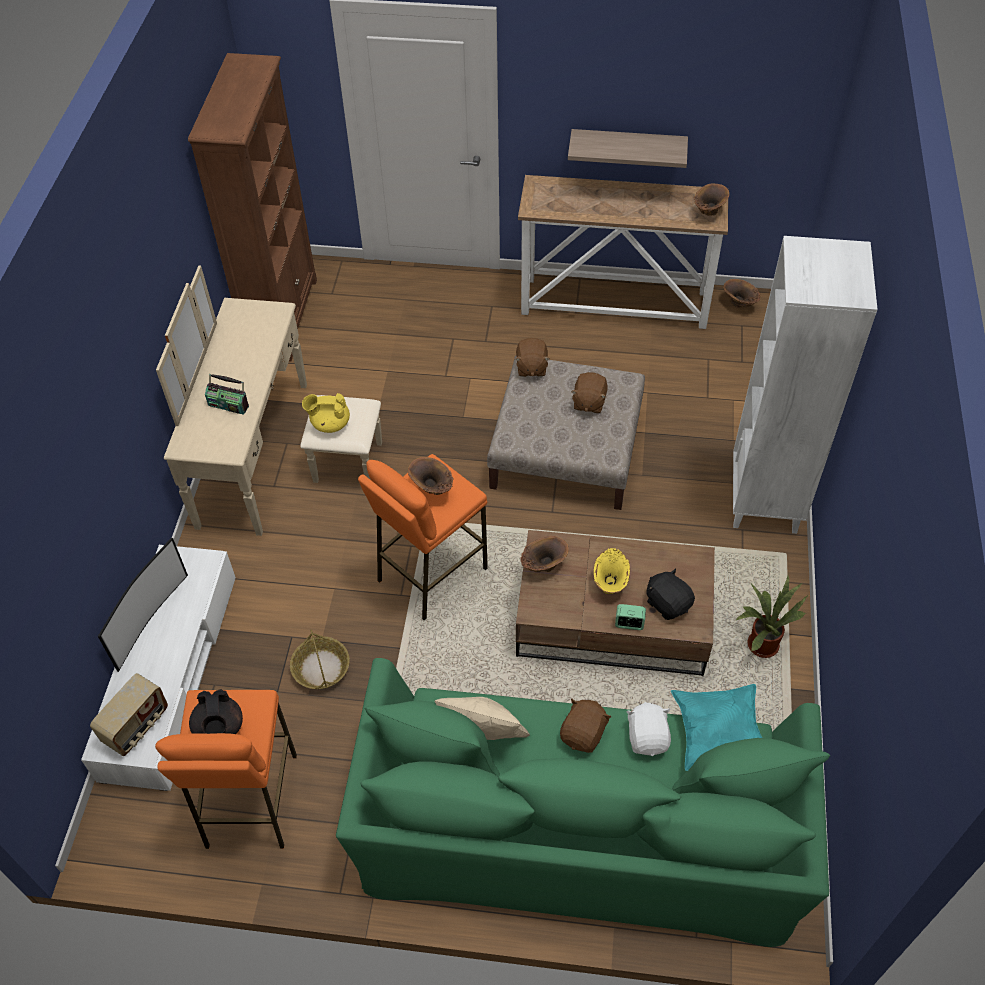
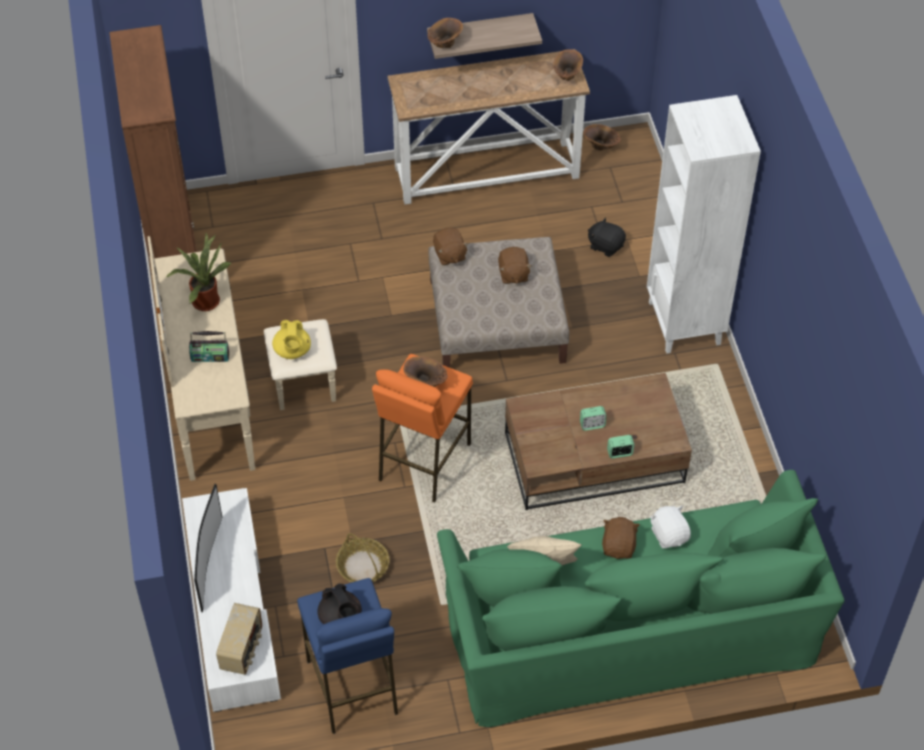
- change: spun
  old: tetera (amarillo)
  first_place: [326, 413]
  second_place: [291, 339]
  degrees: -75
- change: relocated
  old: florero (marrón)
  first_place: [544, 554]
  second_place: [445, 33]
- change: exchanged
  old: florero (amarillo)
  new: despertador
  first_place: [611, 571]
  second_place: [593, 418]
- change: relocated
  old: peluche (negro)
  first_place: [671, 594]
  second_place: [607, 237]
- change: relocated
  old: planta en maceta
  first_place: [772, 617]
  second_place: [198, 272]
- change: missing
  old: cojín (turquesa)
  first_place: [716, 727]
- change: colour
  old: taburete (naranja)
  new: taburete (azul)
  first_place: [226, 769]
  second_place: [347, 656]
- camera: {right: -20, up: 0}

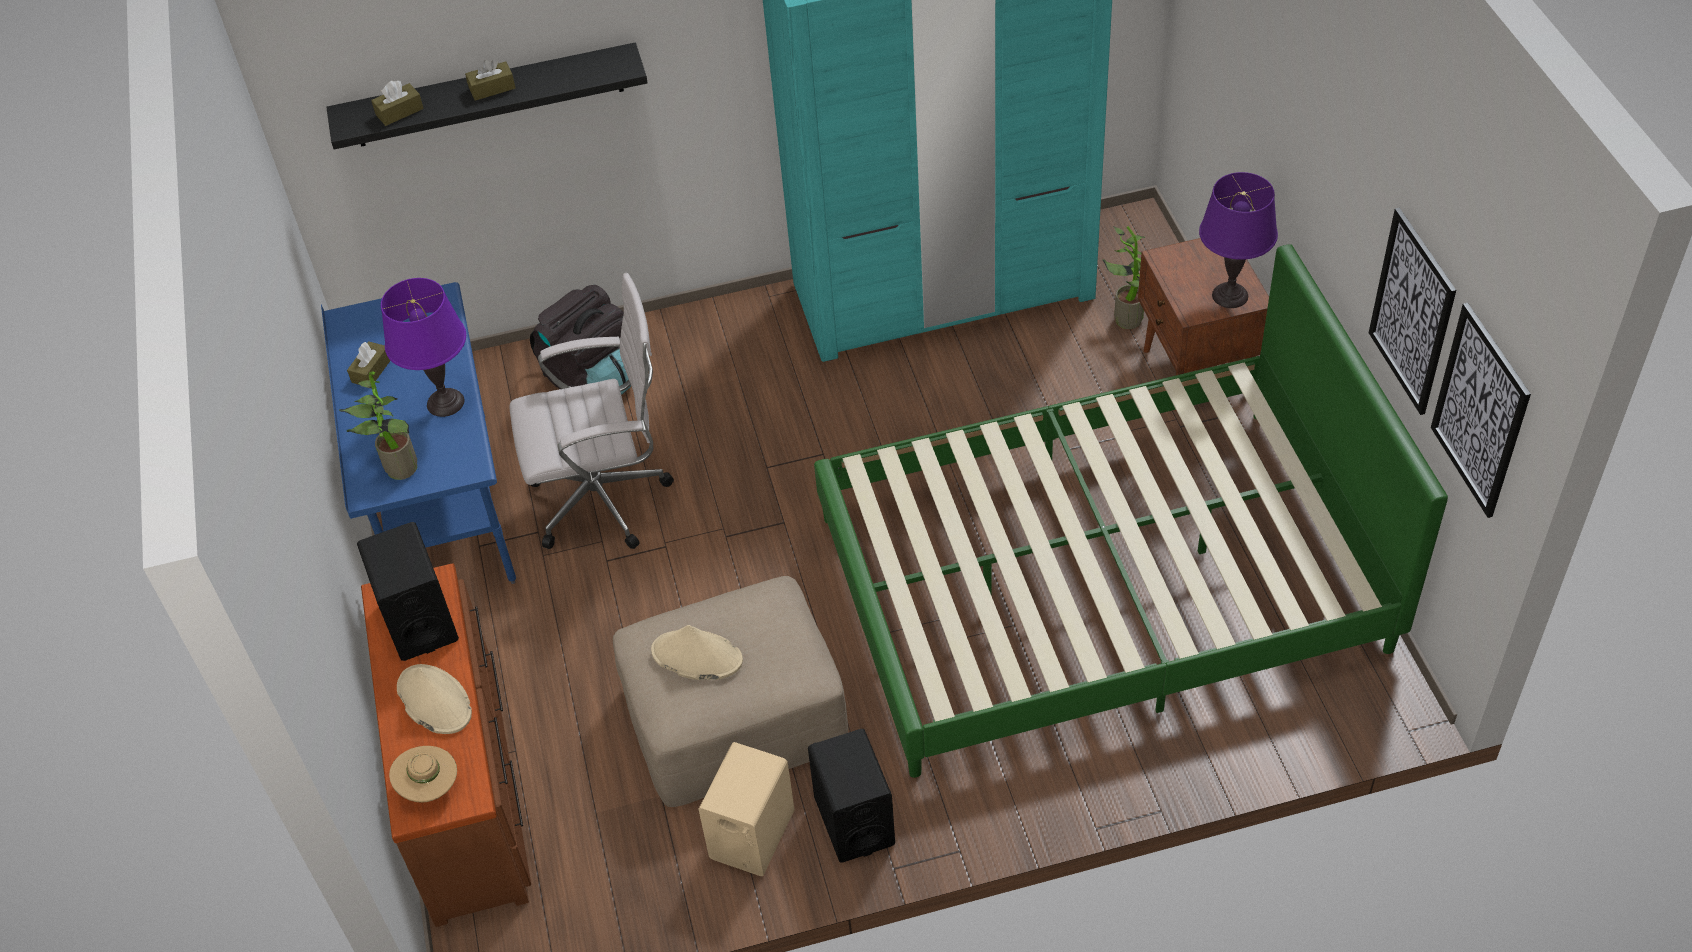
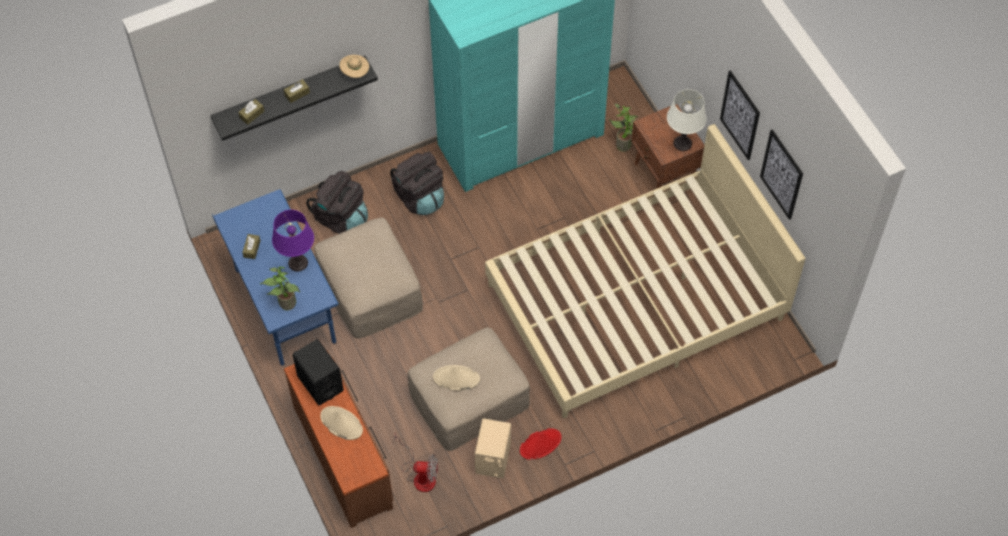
- change: colour
  old: lámpara de mesa (morado)
  new: lámpara de mesa (blanco)
  first_place: [1238, 240]
  second_place: [687, 120]
- change: colour
  old: cama (verde)
  new: cama (beis)
  first_place: [1131, 511]
  second_place: [645, 271]
- change: exchanged
  old: silla de oficina (blanco)
  new: puf (beis)
  first_place: [592, 411]
  second_place: [368, 277]
- change: relocated
  old: cuadro
  first_place: [1481, 410]
  second_place: [740, 115]
- change: exchanged
  old: altavoz (negro)
  new: sombrero (rojo)
  first_place: [851, 796]
  second_place: [540, 444]
- change: relocated
  old: sombrero (beis)
  first_place: [423, 774]
  second_place: [354, 66]
- change: appeared
  new: mochila (negro)
  second_place: [417, 183]
- change: appeared
  new: ventilador
  second_place: [416, 463]
- camera: {right: -15, up: 10}

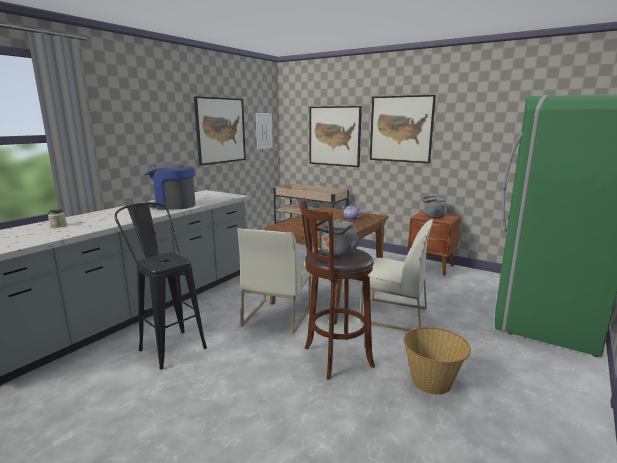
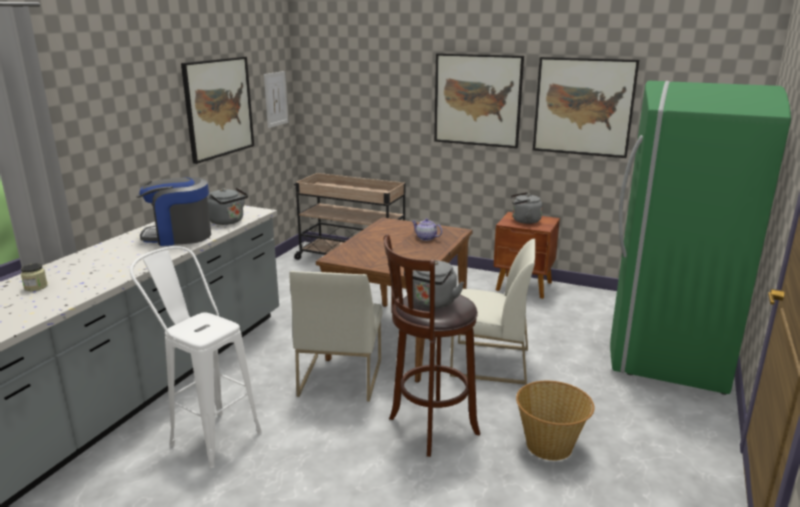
- change: relocated
  old: cuadro
  first_place: [336, 136]
  second_place: [586, 107]
- change: colour
  old: taburete (negro)
  new: taburete (blanco)
  first_place: [160, 285]
  second_place: [196, 357]
- change: appeared
  new: hervidor (gris)
  second_place: [227, 206]
- camera: {right: -10, up: 5}

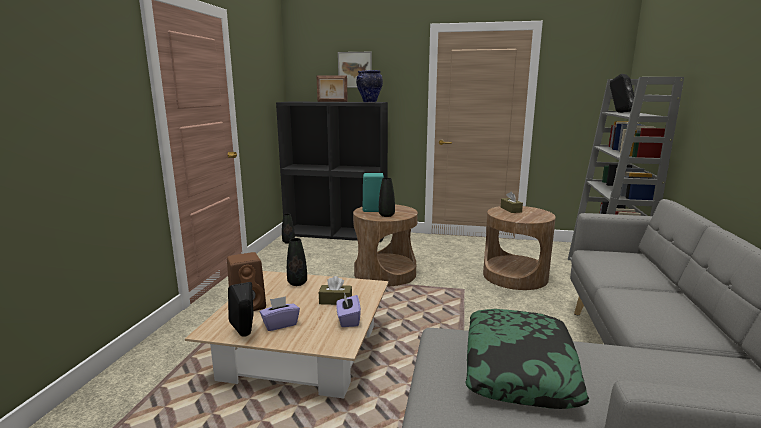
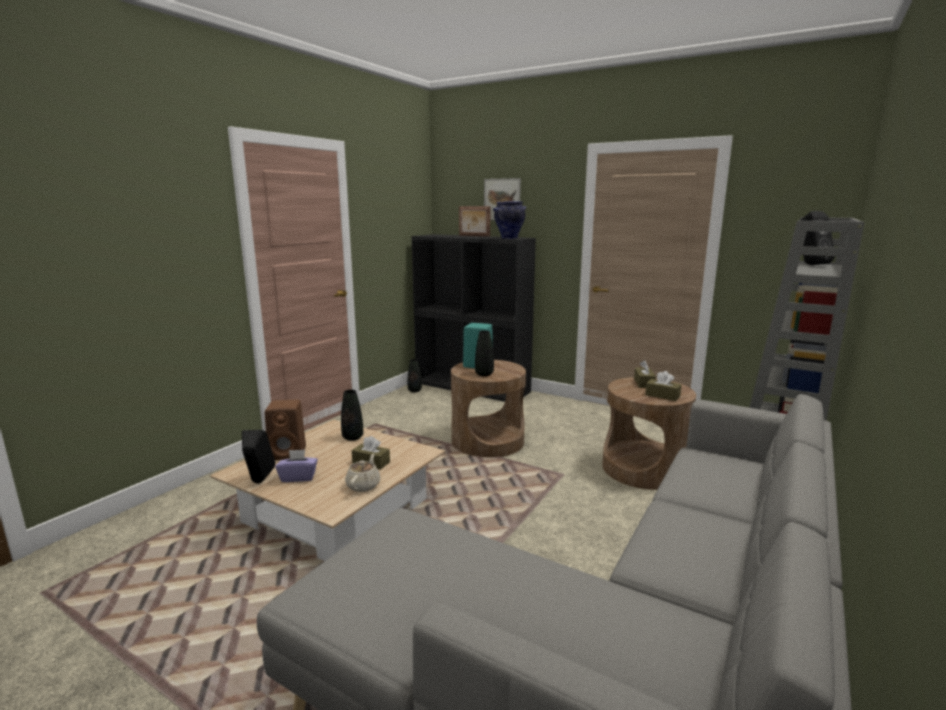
- change: exchanged
  old: caja de pañuelos (morado)
  new: tetera (beis)
  first_place: [348, 309]
  second_place: [363, 473]
- change: missing
  old: cojín
  first_place: [527, 359]
- change: appeared
  new: caja de pañuelos (marrón)
  second_place: [663, 386]
- camera: {right: 20, up: 0}

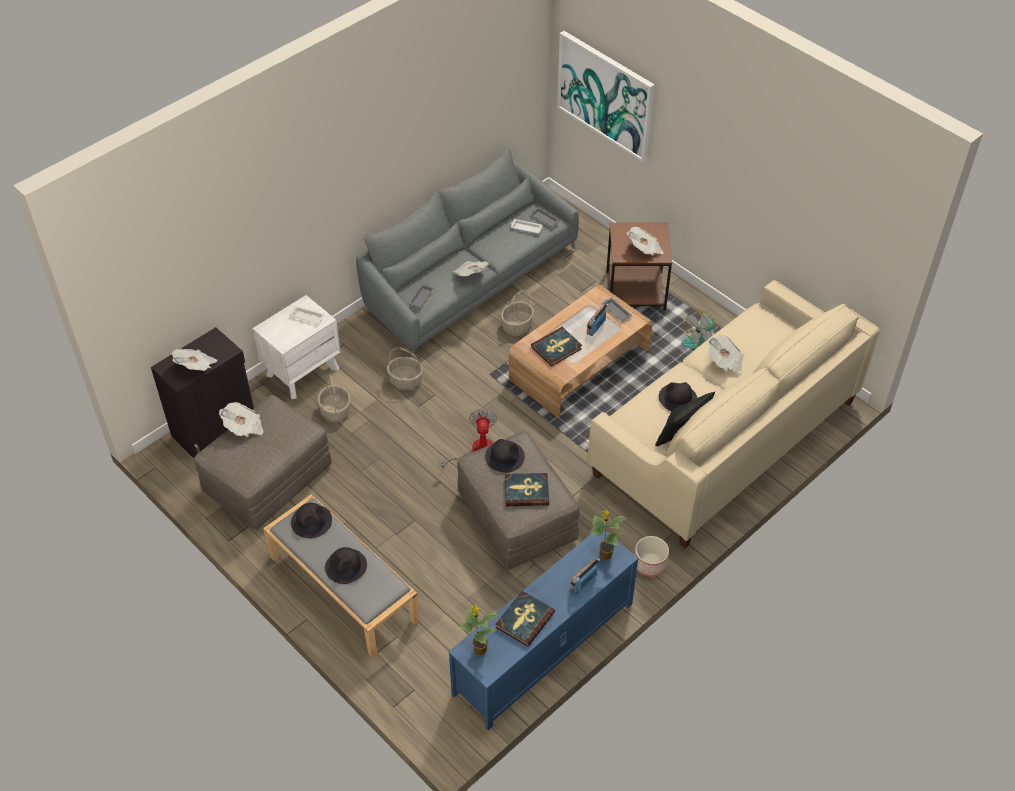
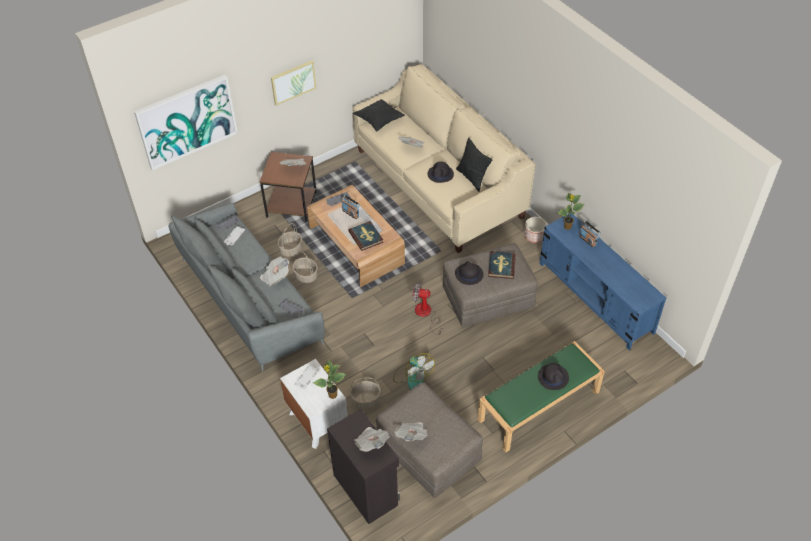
- change: relocated
  old: ventilador
  first_place: [700, 329]
  second_place: [414, 371]
- change: relocated
  old: cesta
  first_place: [405, 368]
  second_place: [289, 240]
- change: colour
  old: banco (gris)
  new: banco (verde)
  first_place: [341, 576]
  second_place: [541, 396]
- change: missing
  old: sombrero (negro)
  first_place: [311, 520]
- change: missing
  old: libro
  first_place: [525, 619]
- change: relocated
  old: planta en maceta
  first_place: [479, 630]
  second_place: [329, 379]
- change: appeared
  new: cuadro
  second_place: [293, 83]
- change: appeared
  new: cojín (negro)
  second_place: [379, 115]
- camera: {right: -80, up: 0}

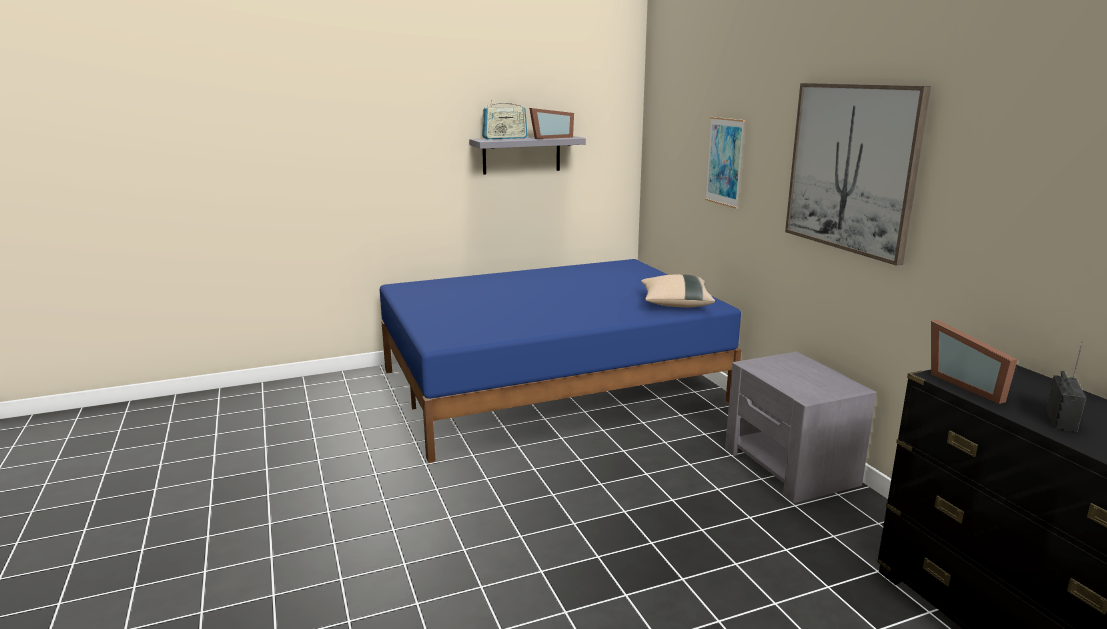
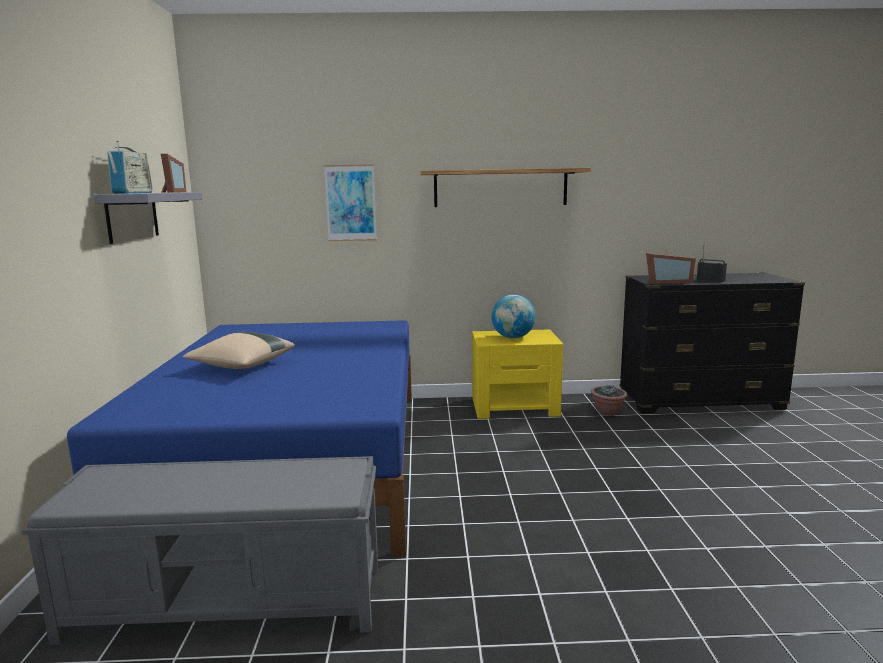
- change: exchanged
  old: cuadro
  new: estante
  first_place: [858, 174]
  second_place: [506, 187]
- change: relocated
  old: cojín (beis)
  first_place: [678, 290]
  second_place: [239, 350]
- change: colour
  old: mesita de noche (gris)
  new: mesita de noche (amarillo)
  first_place: [800, 427]
  second_place: [517, 374]
- change: appeared
  new: globo terráqueo
  second_place: [513, 317]
- change: appeared
  new: planta en maceta
  second_place: [609, 400]
- change: appeared
  new: banco (gris)
  second_place: [200, 550]
- camera: {right: -70, up: -5}

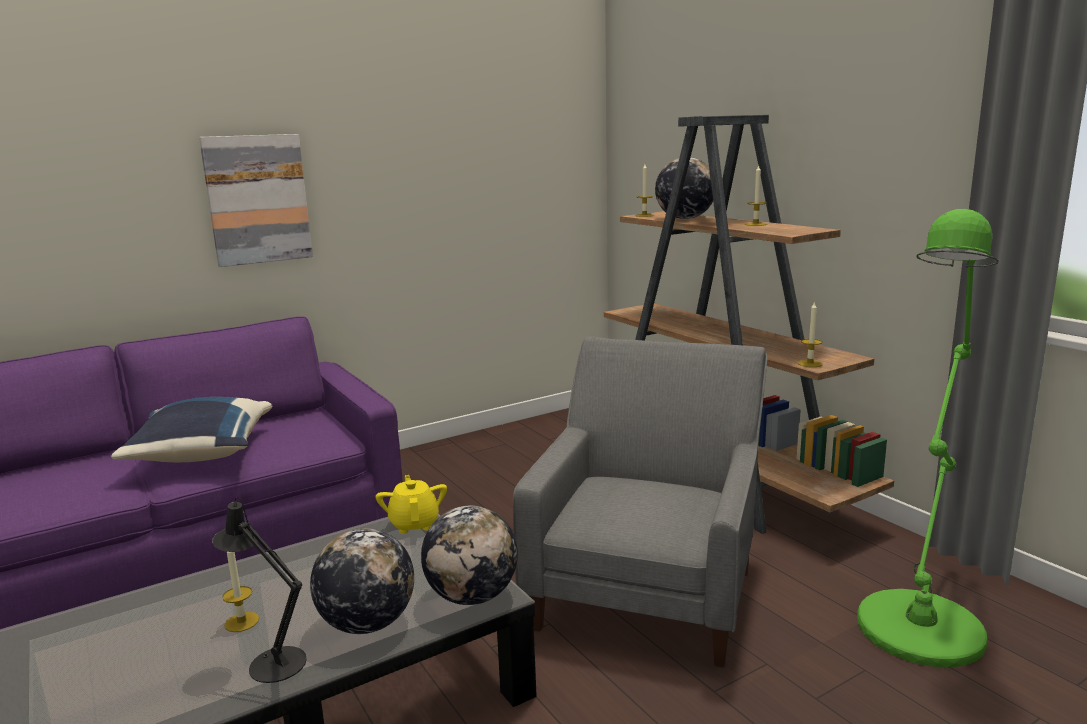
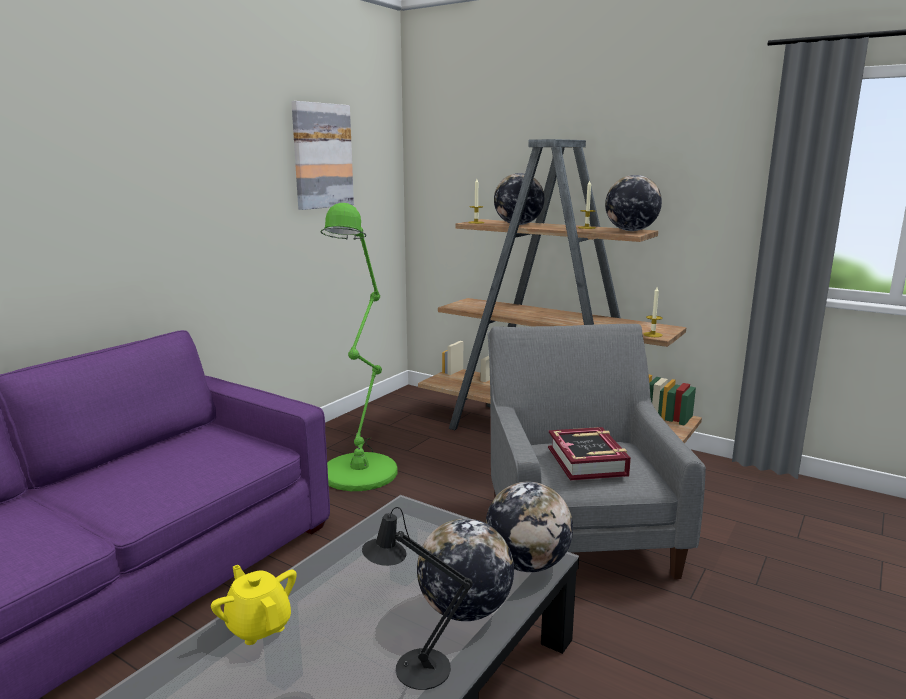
- change: relocated
  old: cuadro
  first_place: [256, 200]
  second_place: [322, 155]
- change: relocated
  old: lámpara de pie (verde)
  first_place: [928, 438]
  second_place: [359, 347]
- change: missing
  old: cojín (azul)
  first_place: [191, 429]
- change: relocated
  old: tetera (amarillo)
  first_place: [411, 504]
  second_place: [254, 605]
- change: missing
  old: vela
  first_place: [240, 592]
- change: appeared
  new: globo terráqueo
  second_place: [633, 203]
- change: appeared
  new: libro
  second_place: [589, 454]
- camera: {right: -25, up: 0}

